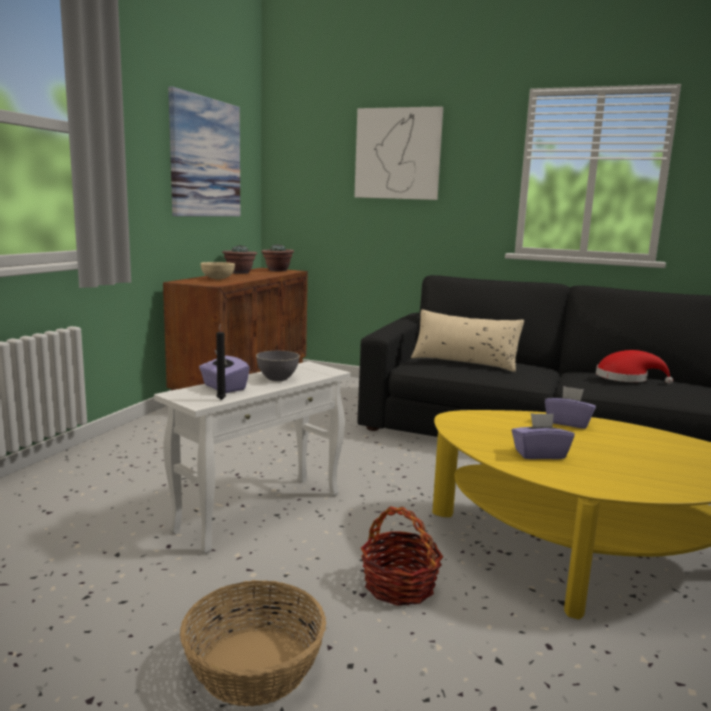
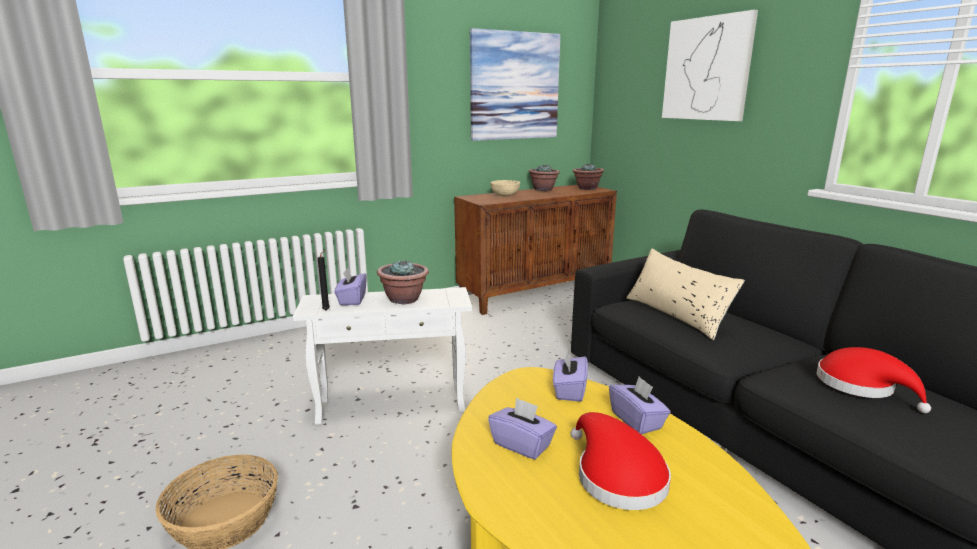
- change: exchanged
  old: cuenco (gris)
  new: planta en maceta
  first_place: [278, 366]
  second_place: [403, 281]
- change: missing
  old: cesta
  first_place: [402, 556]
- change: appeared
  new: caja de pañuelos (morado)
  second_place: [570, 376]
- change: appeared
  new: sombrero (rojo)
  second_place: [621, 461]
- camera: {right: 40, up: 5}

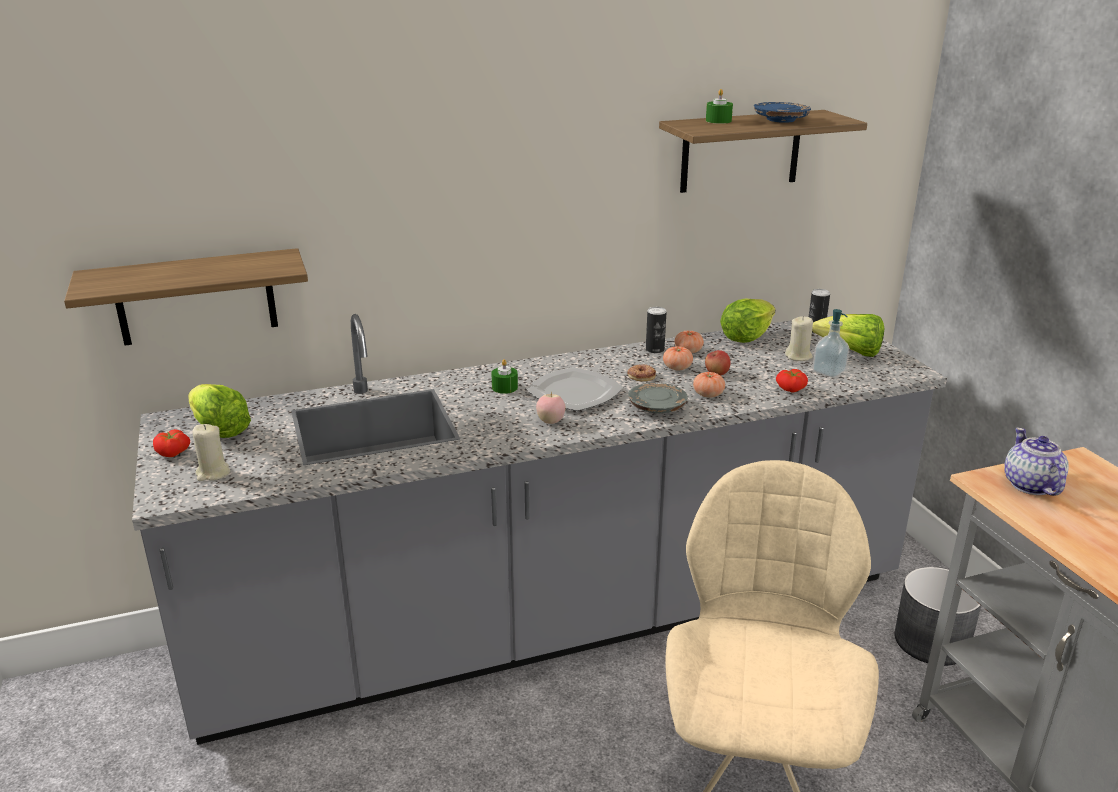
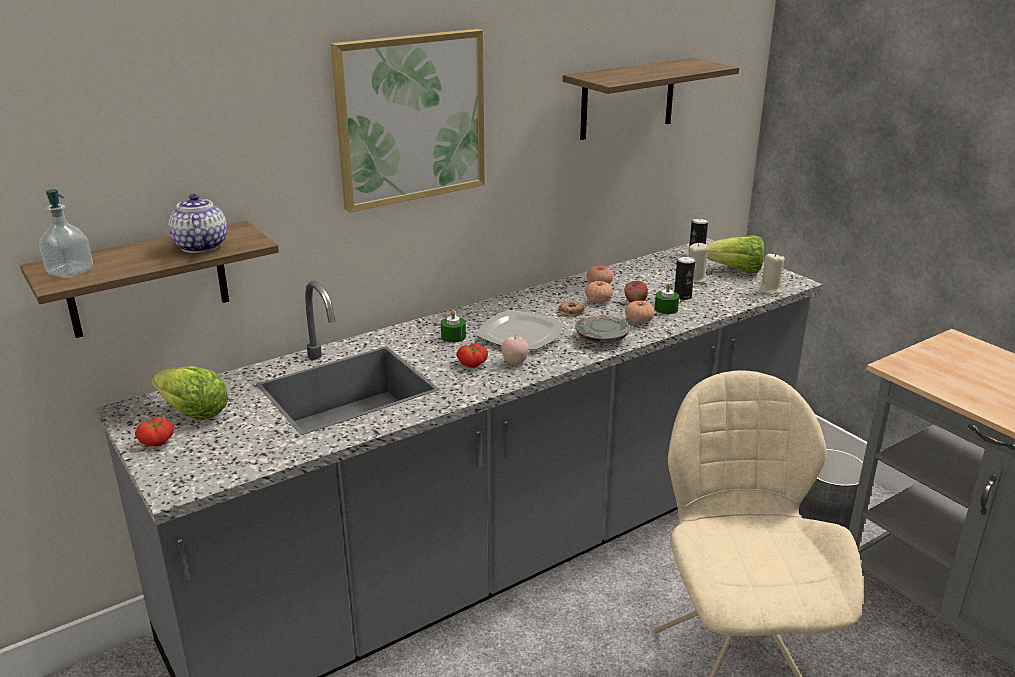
- change: relocated
  old: vela (verde)
  first_place: [719, 106]
  second_place: [667, 298]
- change: missing
  old: plato (azul)
  first_place: [782, 112]
- change: missing
  old: lechuga
  first_place: [747, 320]
- change: relocated
  old: lata
  first_place: [656, 330]
  second_place: [684, 278]
- change: relocated
  old: dispensador de jabón
  first_place: [831, 343]
  second_place: [66, 233]
- change: relocated
  old: tomate
  first_place: [792, 381]
  second_place: [472, 355]
- change: relocated
  old: vela (beis)
  first_place: [211, 452]
  second_place: [772, 274]
- change: relocated
  old: tetera
  first_place: [1036, 462]
  second_place: [197, 223]
- change: appeared
  new: cuadro
  second_place: [408, 120]
- camera: {right: -15, up: 0}

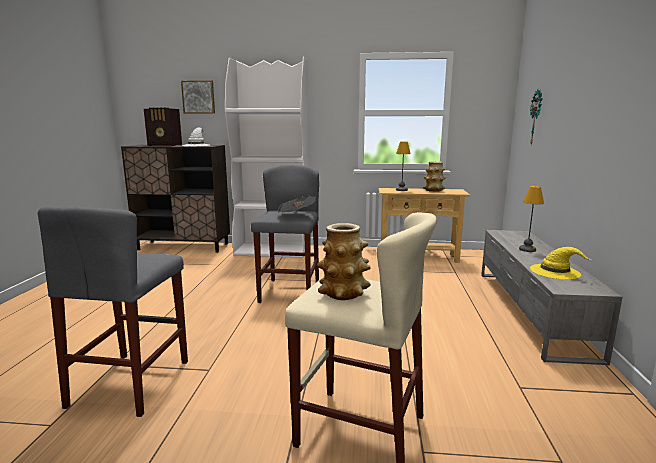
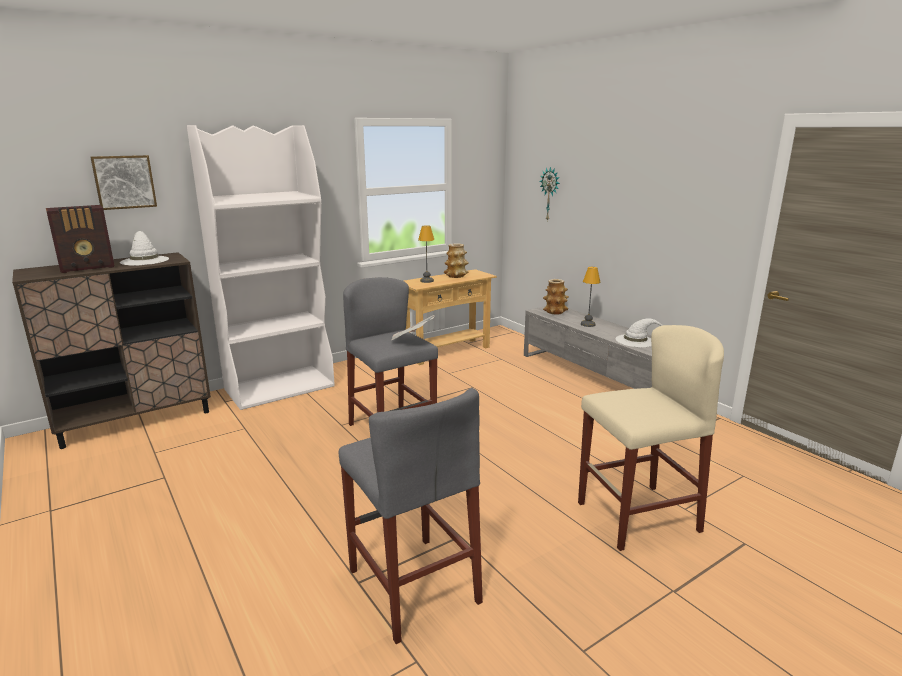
- change: relocated
  old: florero
  first_place: [344, 261]
  second_place: [556, 296]
- change: colour
  old: sombrero (amarillo)
  new: sombrero (blanco)
  first_place: [561, 263]
  second_place: [639, 332]
- camera: {right: -40, up: 5}

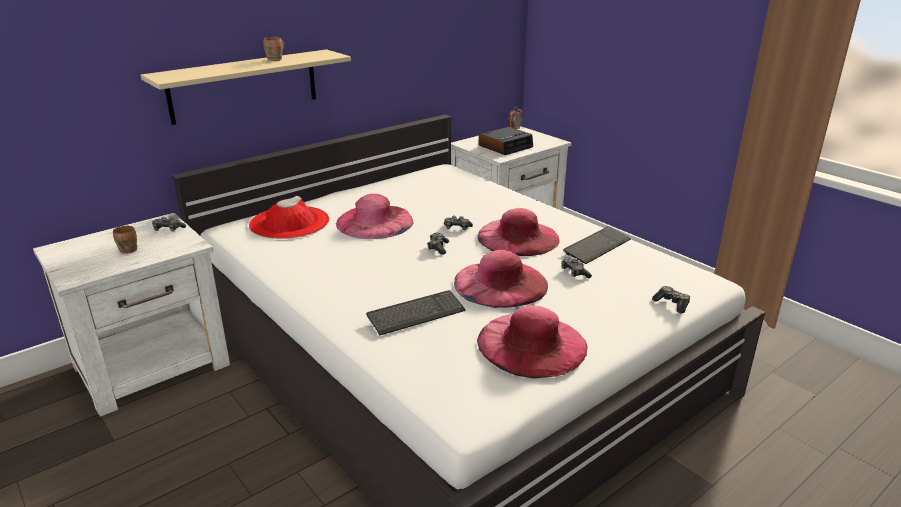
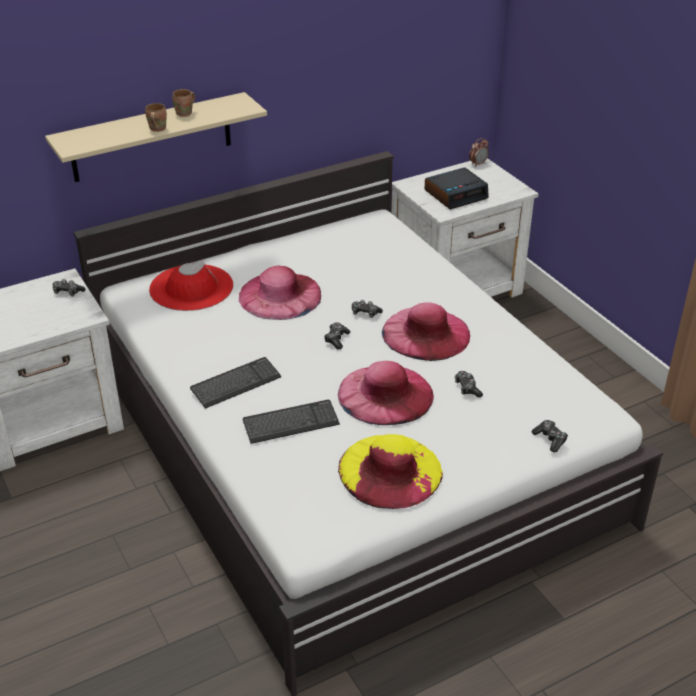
- change: relocated
  old: taza grande (marrón)
  first_place: [125, 240]
  second_place: [156, 117]
- change: relocated
  old: teclado
  first_place: [597, 245]
  second_place: [235, 382]
- change: colour
  old: sombrero (rosa)
  new: sombrero (amarillo)
  first_place: [532, 341]
  second_place: [390, 471]
- camera: {right: 10, up: 10}

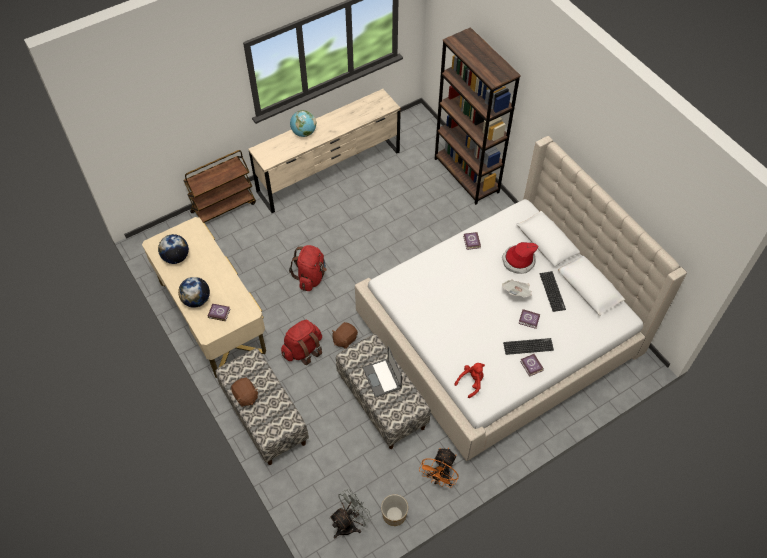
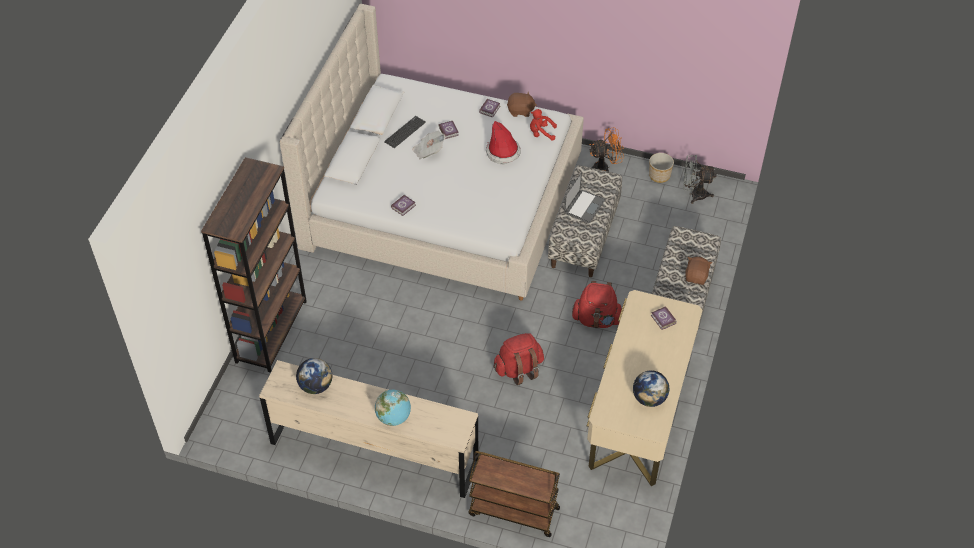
- change: relocated
  old: sombrero
  first_place: [520, 258]
  second_place: [503, 142]
- change: relocated
  old: globo terráqueo
  first_place: [194, 292]
  second_place: [314, 376]
- change: relocated
  old: peluche (marrón)
  first_place: [345, 335]
  second_place: [522, 104]
- change: missing
  old: teclado
  first_place: [528, 346]
- camera: {right: -130, up: -5}

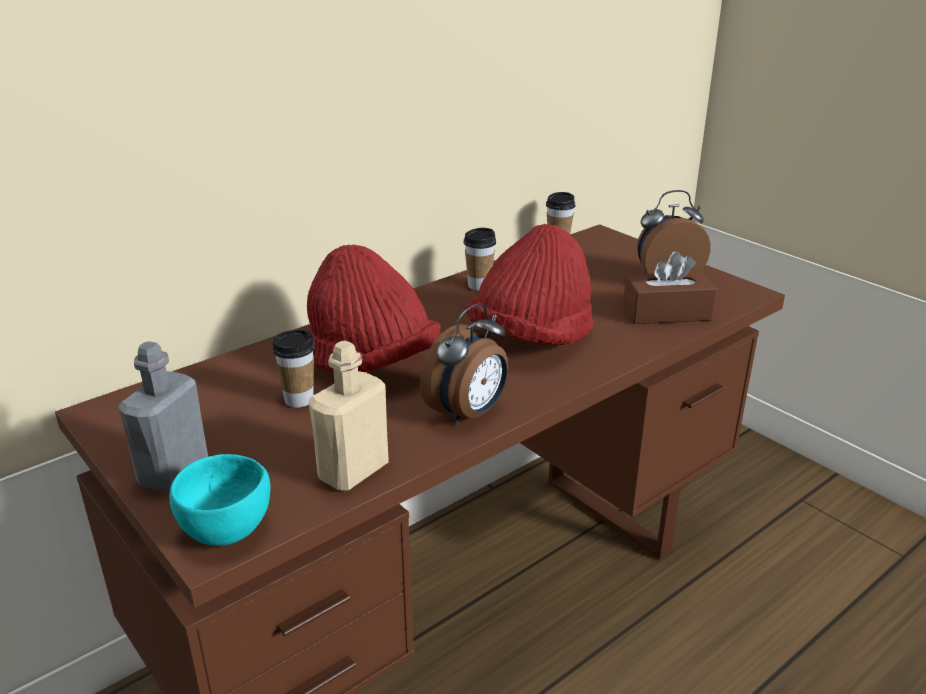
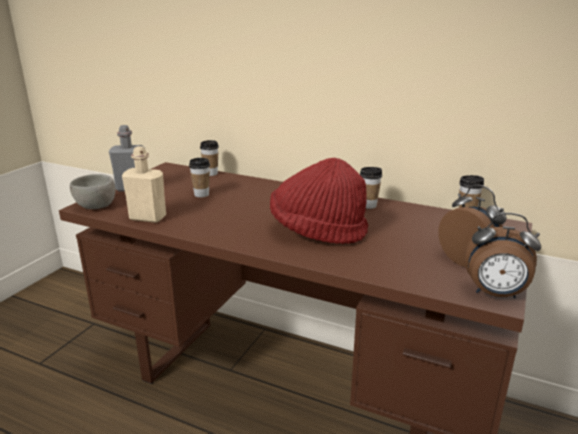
- change: missing
  old: sombrero (rojo)
  first_place: [374, 308]
- change: missing
  old: caja de pañuelos (marrón)
  first_place: [670, 287]
- change: relocated
  old: despertador
  first_place: [464, 364]
  second_place: [503, 255]
- change: colour
  old: cuenco (turquesa)
  new: cuenco (gris)
  first_place: [219, 500]
  second_place: [92, 191]
- change: appeared
  new: taza
  second_place: [209, 158]
- camera: {right: 65, up: -5}

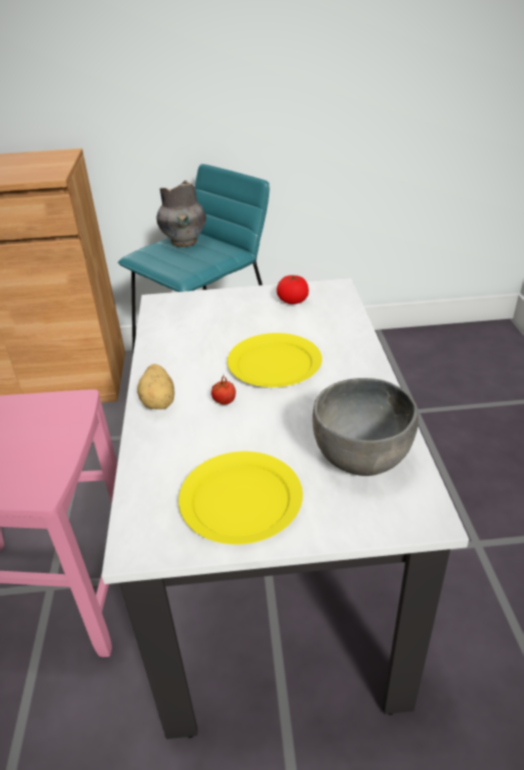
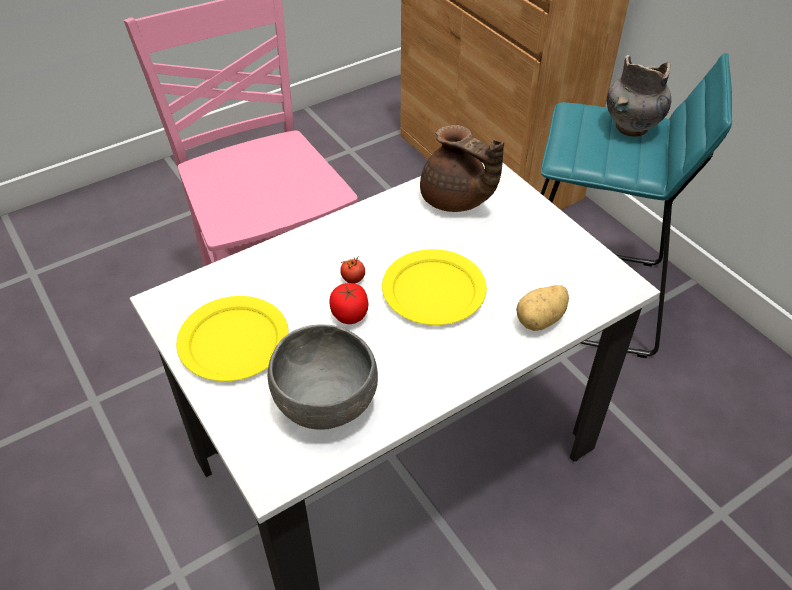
- change: relocated
  old: tomate
  first_place: [293, 289]
  second_place: [349, 303]
- change: relocated
  old: patata
  first_place: [155, 386]
  second_place: [542, 308]
- change: appeared
  new: tetera (marrón)
  second_place: [462, 168]
- camera: {right: 60, up: 10}

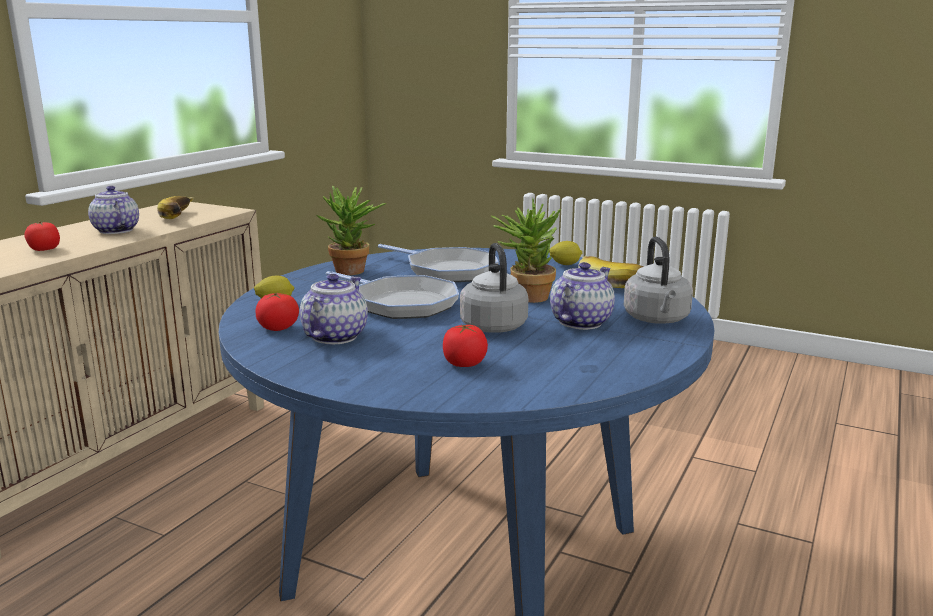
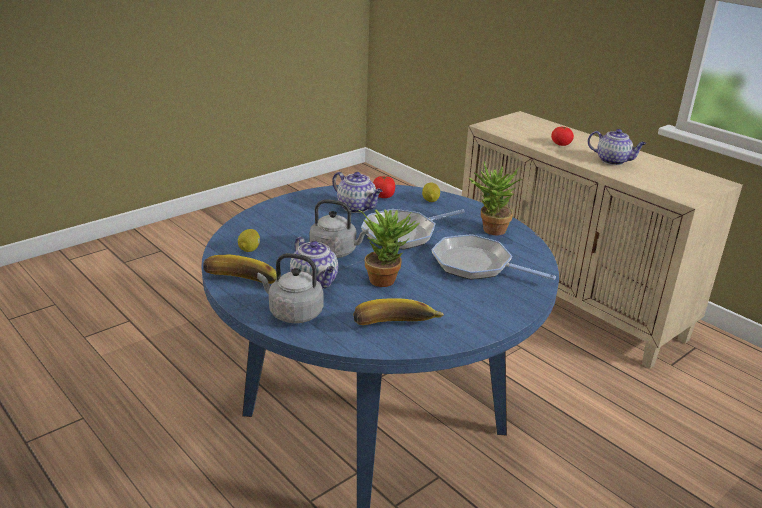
- change: spun
  old: tetera
  first_place: [113, 210]
  second_place: [617, 147]
  degrees: 45
- change: relocated
  old: plátano
  first_place: [175, 207]
  second_place: [240, 269]
- change: relocated
  old: limón
  first_place: [565, 253]
  second_place: [249, 240]
- change: spun
  old: sartén
  first_place: [438, 263]
  second_place: [493, 257]
  degrees: 60
- change: missing
  old: tomate
  first_place: [465, 346]
- camera: {right: 110, up: 10}

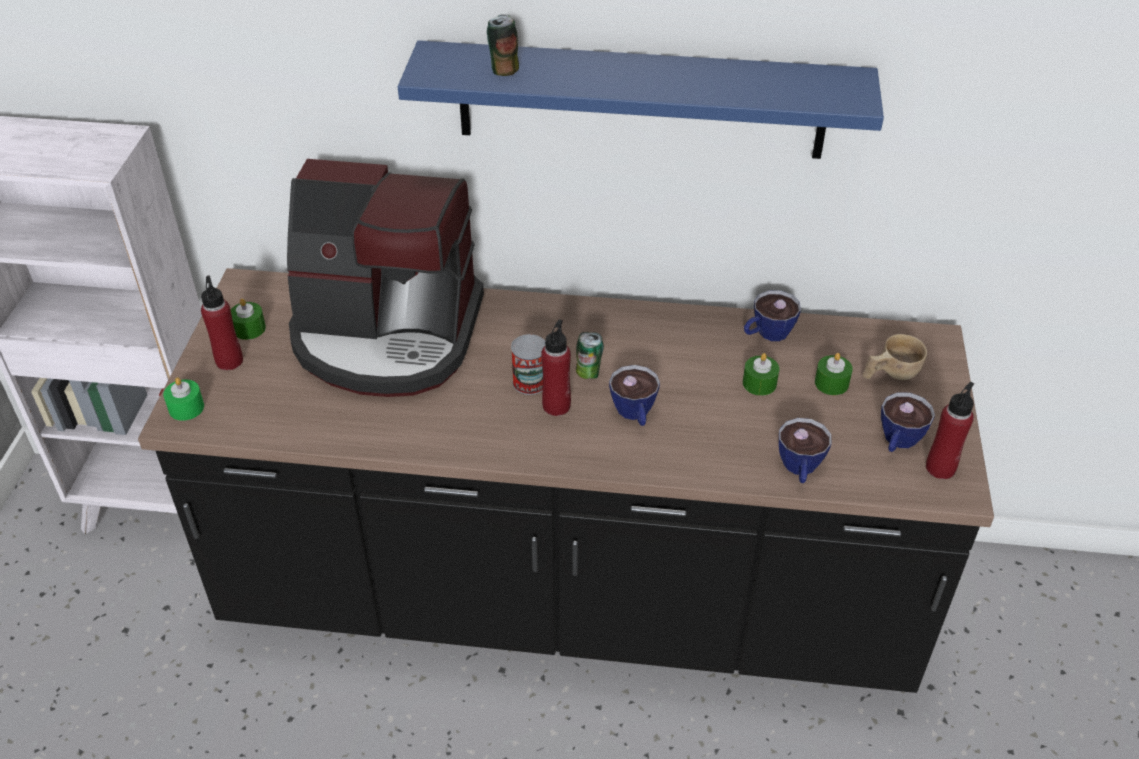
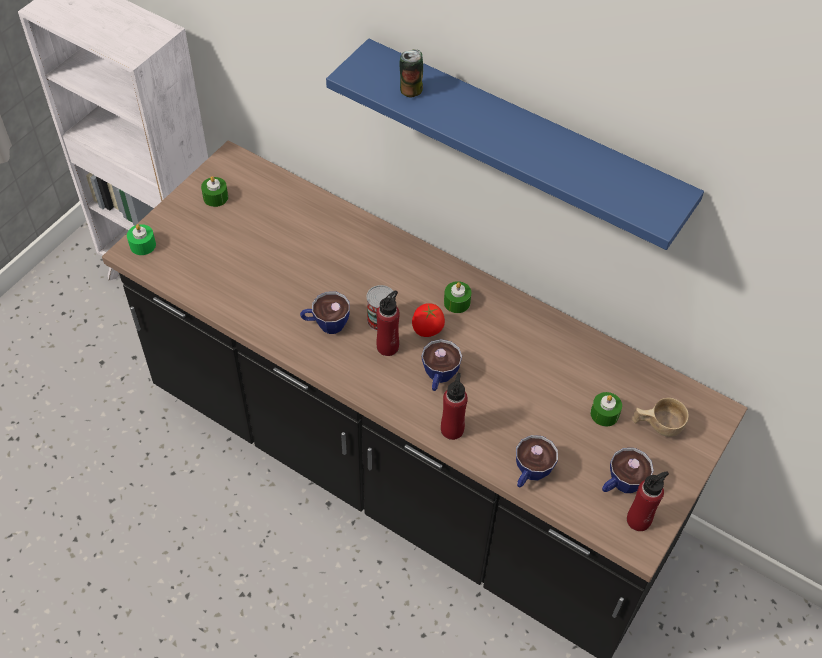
- change: missing
  old: cafetera
  first_place: [385, 278]
- change: relocated
  old: botella (rojo)
  first_place: [222, 322]
  second_place: [454, 406]
- change: relocated
  old: taza
  first_place: [772, 315]
  second_place: [325, 312]
- change: exchanged
  old: lata
  new: tomate
  first_place: [590, 355]
  second_place: [428, 320]
- change: relocated
  old: vela (verde)
  first_place: [761, 374]
  second_place: [457, 297]
- camera: {right: 25, up: 10}

